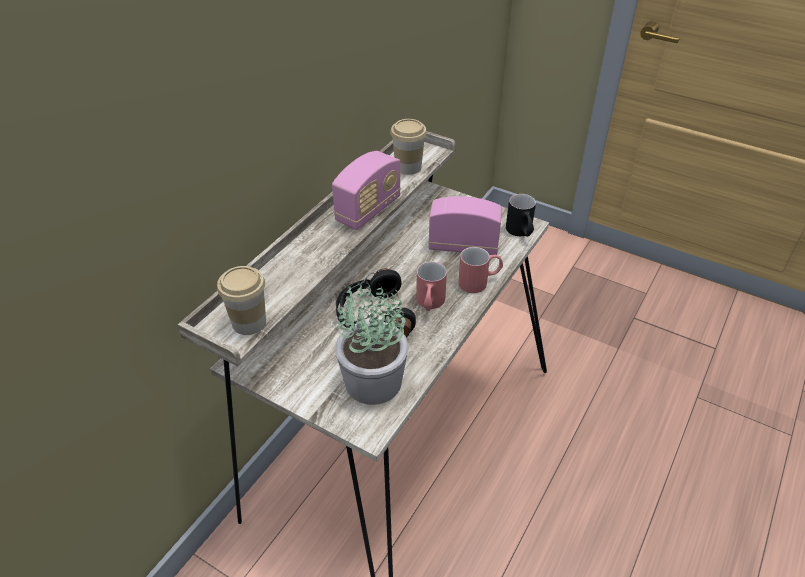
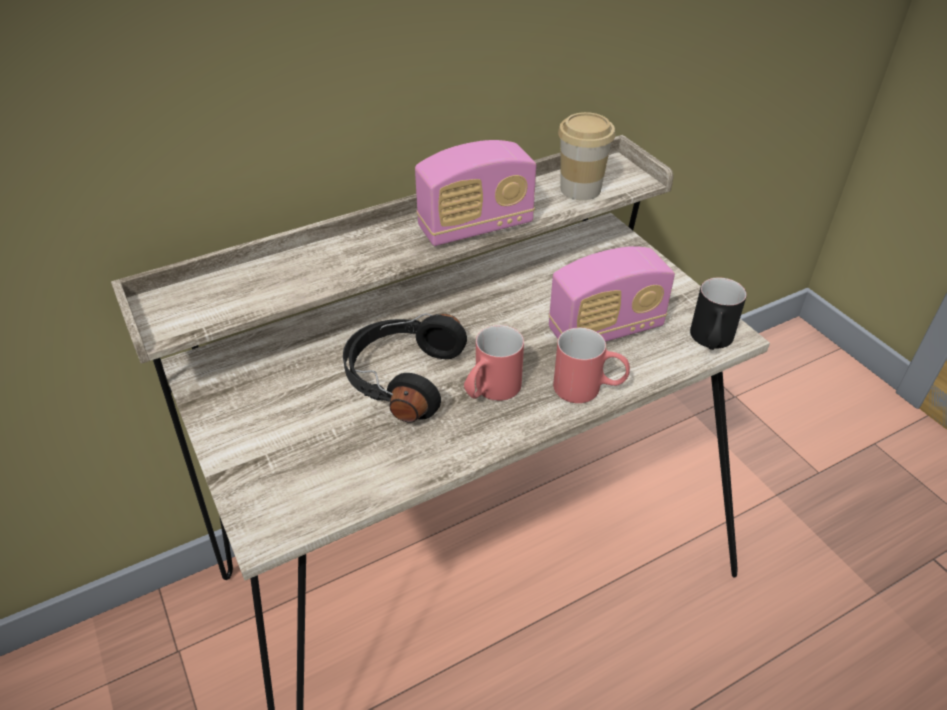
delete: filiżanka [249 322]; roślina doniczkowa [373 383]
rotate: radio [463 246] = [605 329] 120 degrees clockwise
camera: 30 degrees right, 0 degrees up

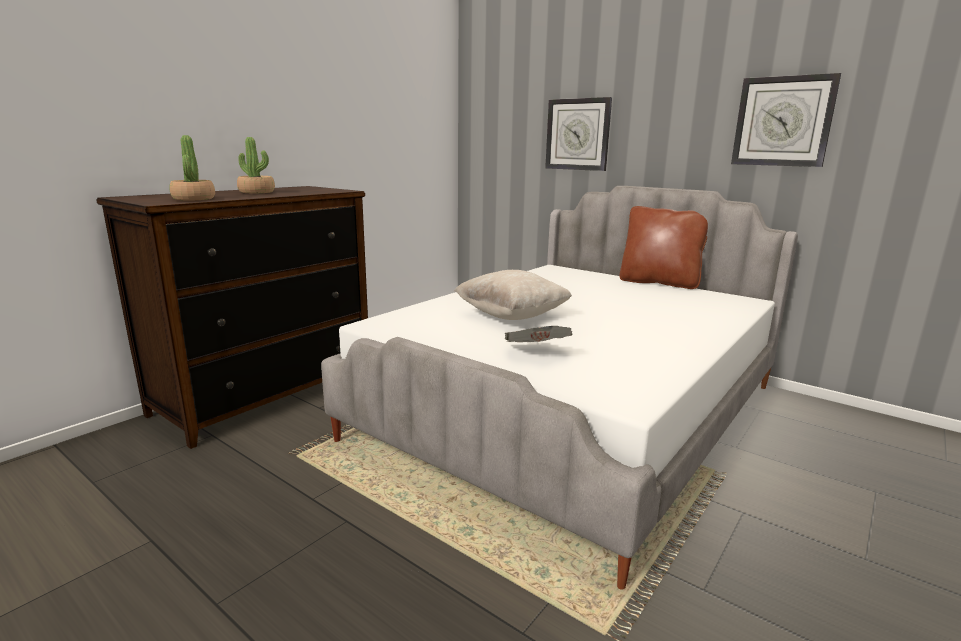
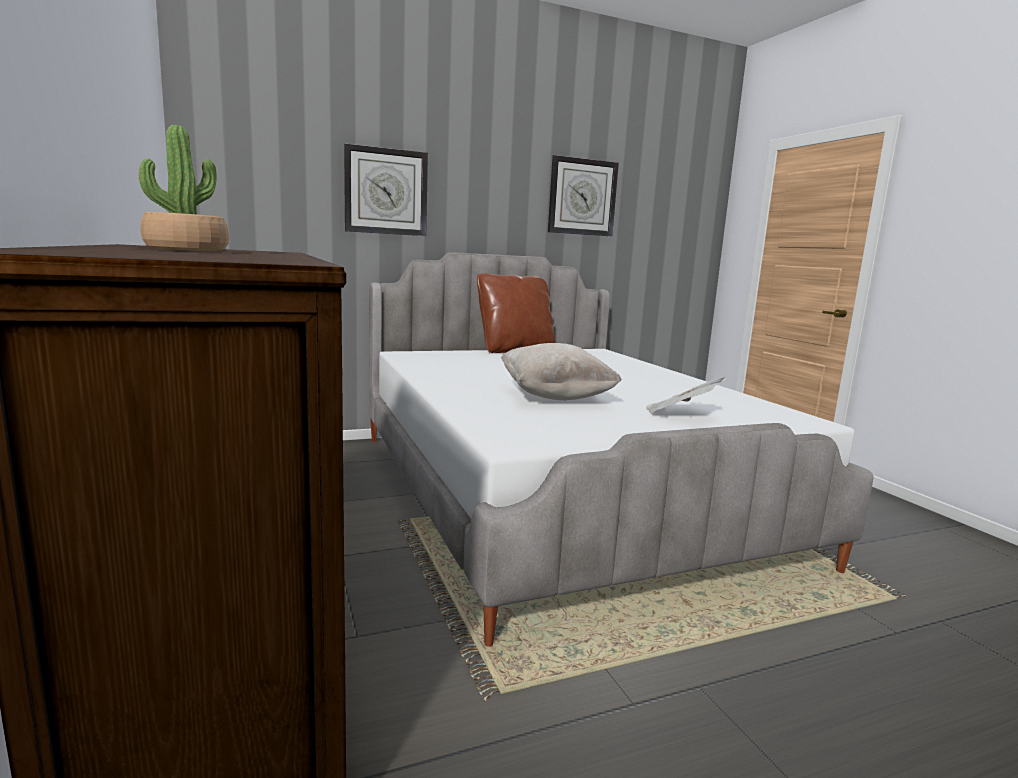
delete: roślina doniczkowa [193 198]
camera: 60 degrees left, 5 degrees down

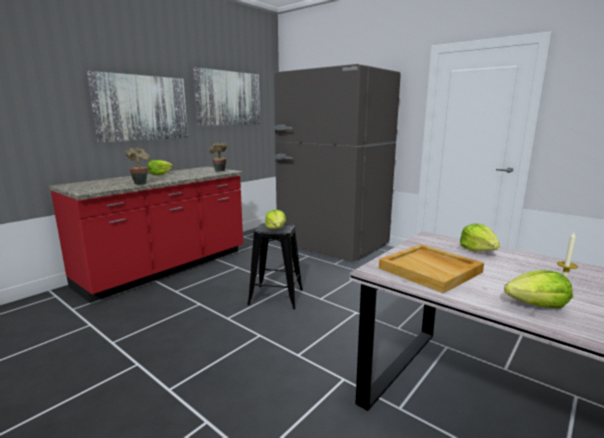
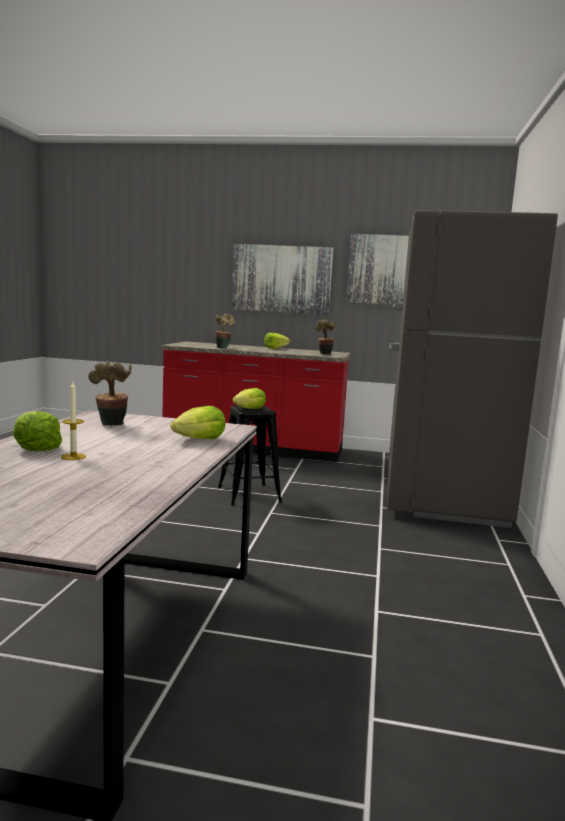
replace: taca/beżowy [431 270] to roślina doniczkowa [111 425]
camera: 60 degrees right, 5 degrees down

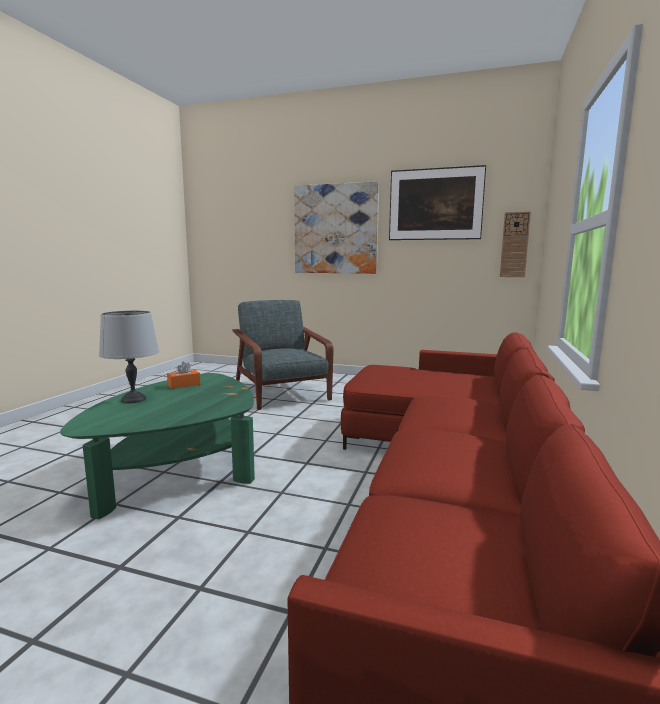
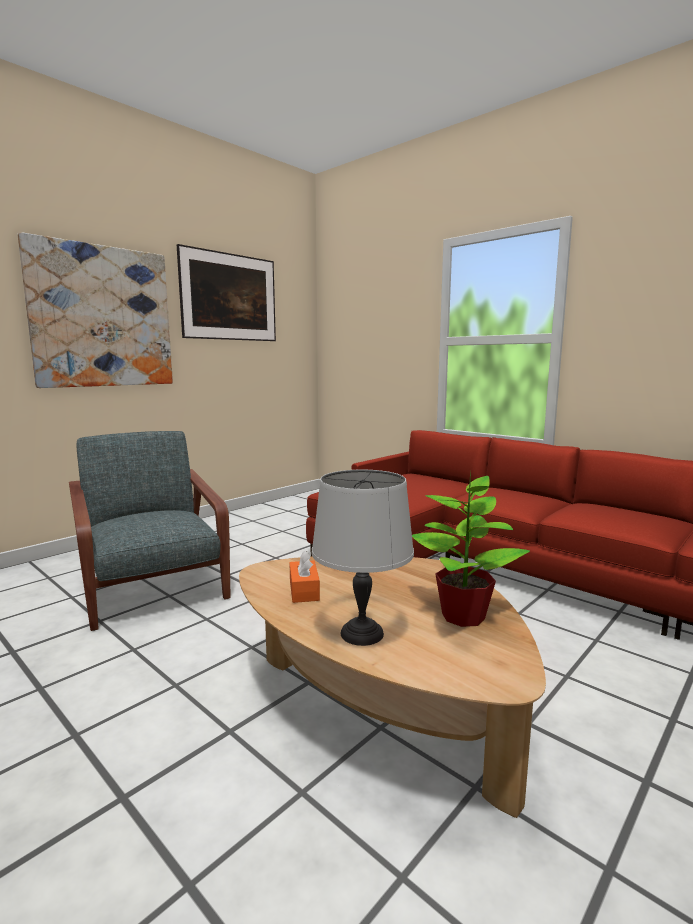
delete: zegar ścienny [514 245]
insert: roślina doniczkowa [463 615]
recolor: ława/zielony [180 469] to ława/brązowy [382 710]
rotate: fotel/szary [281 393] = [152 585] 60 degrees clockwise
camera: 65 degrees left, 0 degrees up

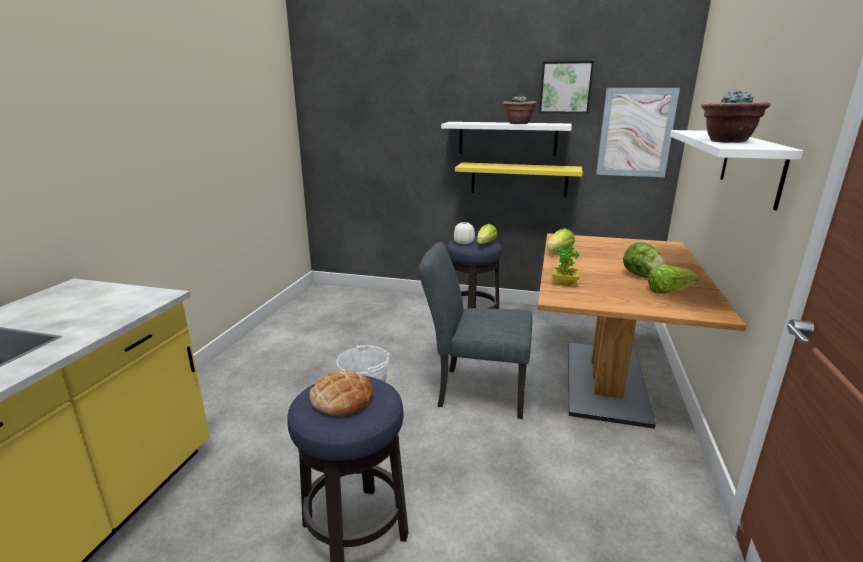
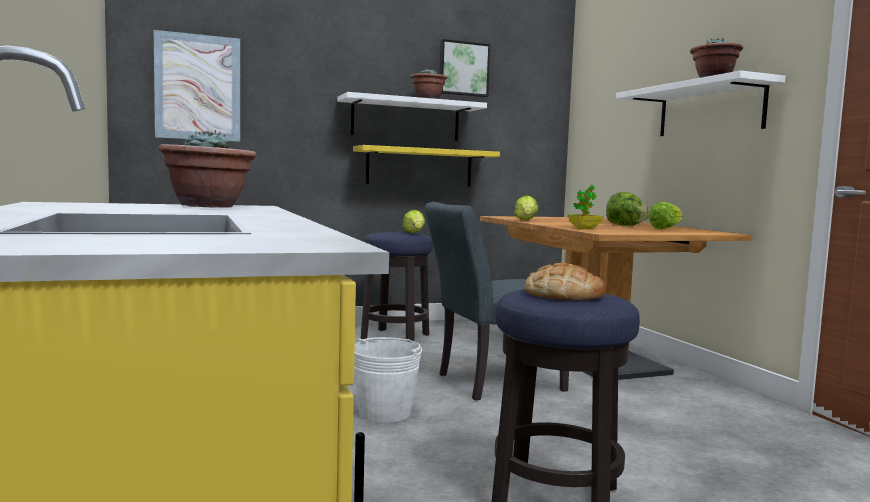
delete: wazon/biały [463 242]
insert: roślina doniczkowa [209 206]
move: obraz [635 133] to [198 87]
camera: 35 degrees left, 15 degrees down

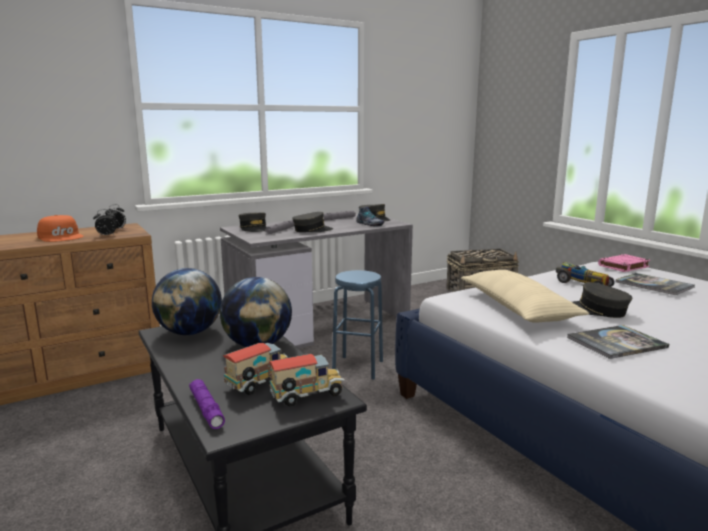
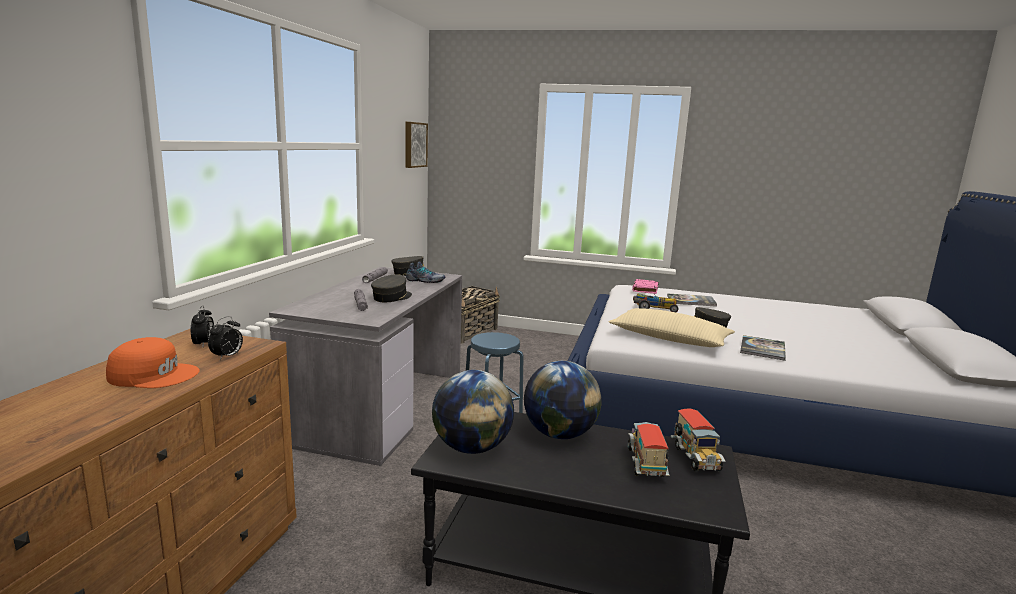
delete: latarka/fioletowy [206 409]; czapka z daszkiem/szary [254 228]
insert: obraz [414 144]
rotate: ciężarówka zabawkowa [307 396] = [695 458] 150 degrees clockwise
camera: 45 degrees left, 0 degrees up

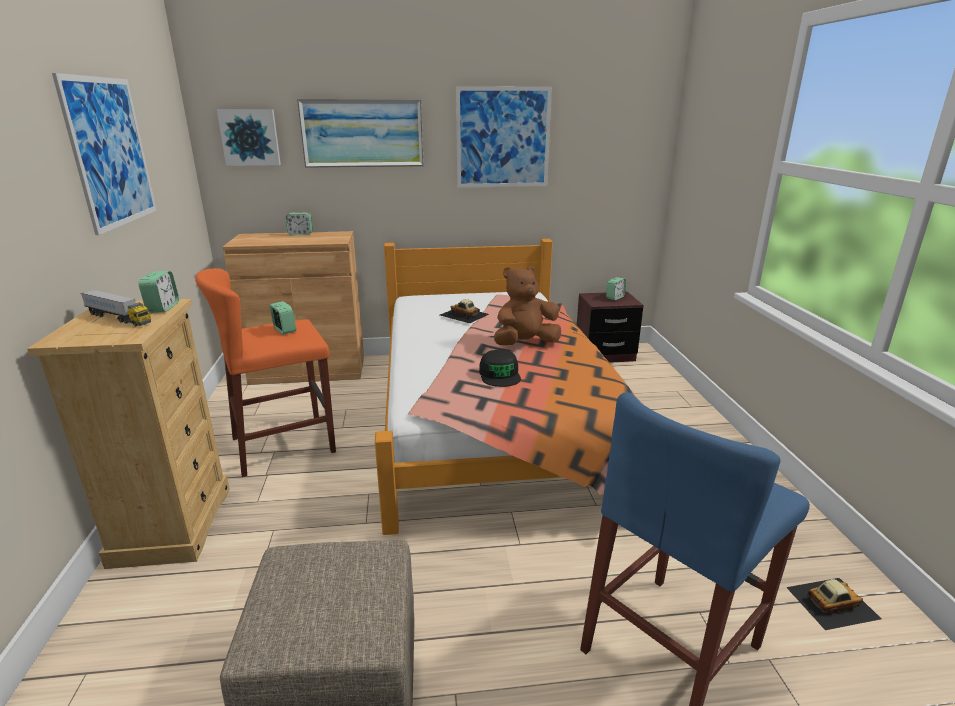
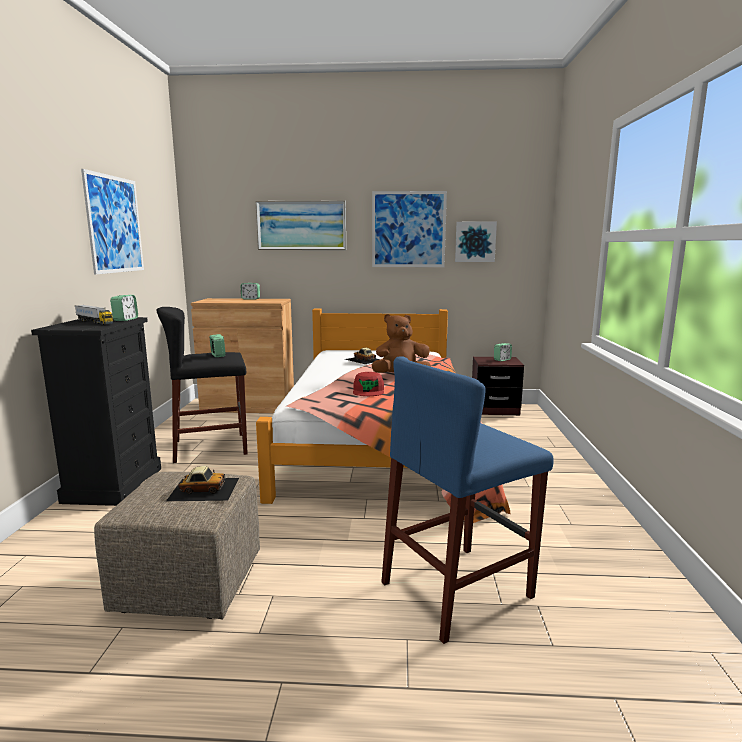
move: obraz [250 137] to [475 241]; samochodzik [831 602] to [203 489]
recolor: komoda/beżowy [172 524] to komoda/czarny [113 485]; stołek/pomarańczowy [283 445] to stołek/czarny [210 447]; czapka z daszkiem/czarny [500 375] to czapka z daszkiem/czerwony [368 390]
camera: 10 degrees right, 10 degrees down

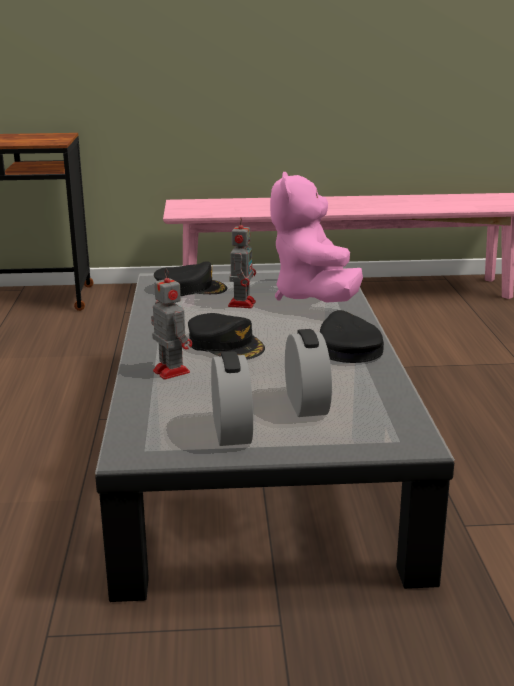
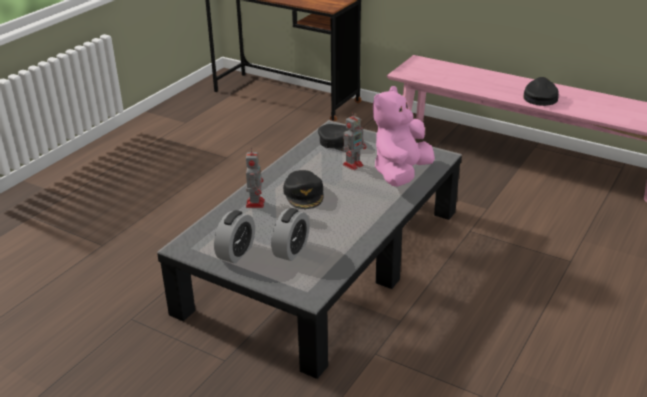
move: czapka z daszkiem/czarny [346 349] to [540 97]
camera: 35 degrees right, 10 degrees up

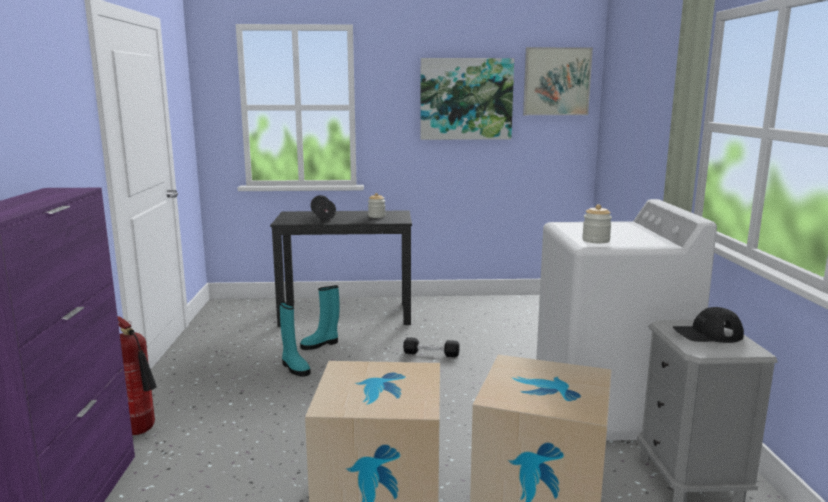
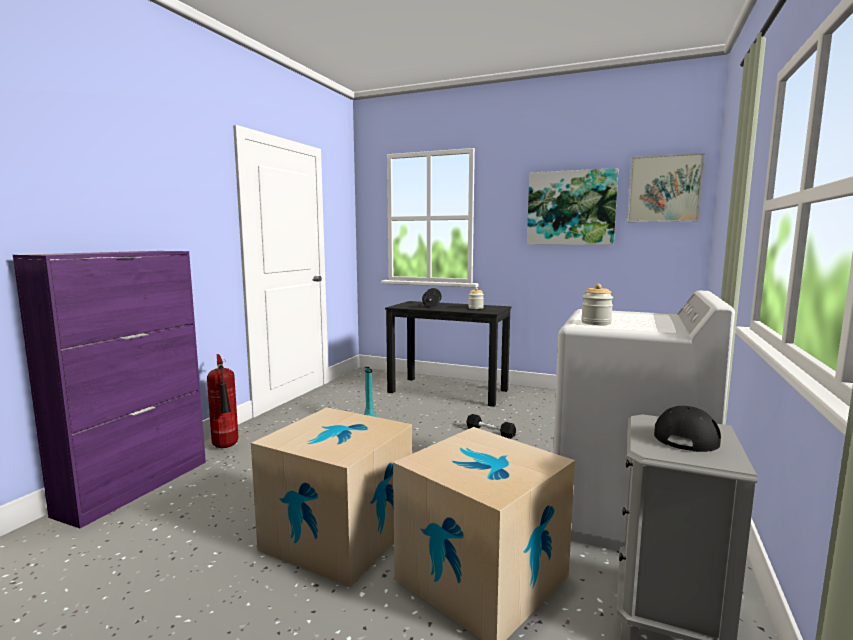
delete: but z cholewką/turkusowy [320 344]
rotate: czapka z daszkiem/czarny [707 334] = [688 436] 105 degrees clockwise
camera: 25 degrees right, 5 degrees down

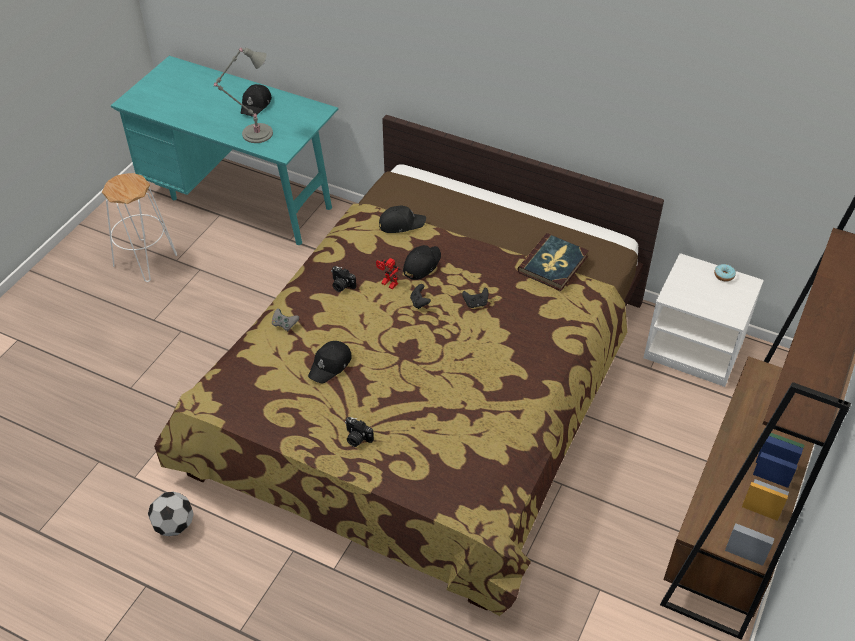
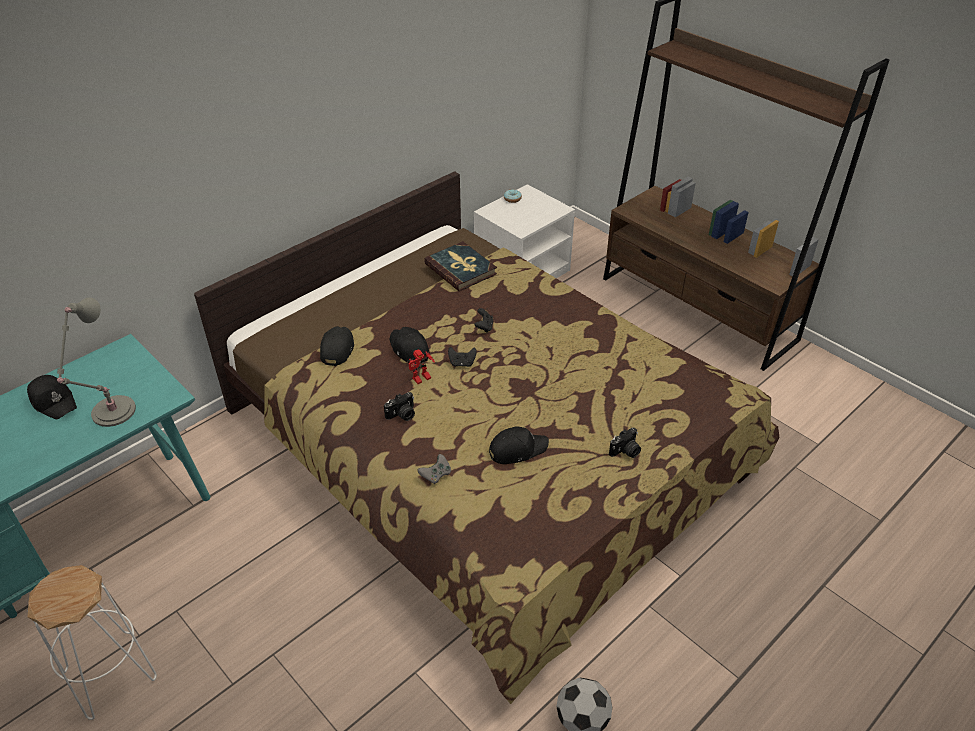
rotate: czapka z daszkiem/czarny [330 365] = [517 449] 75 degrees counterclockwise
camera: 70 degrees left, 5 degrees down

